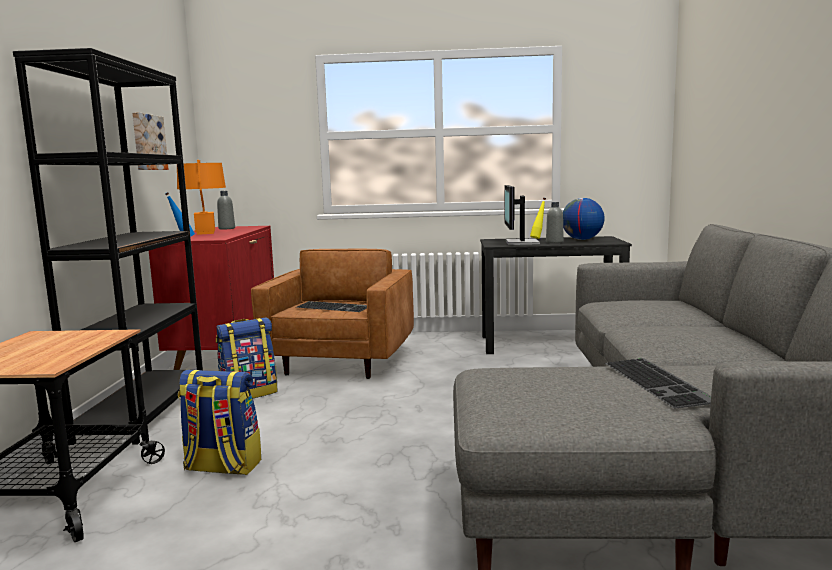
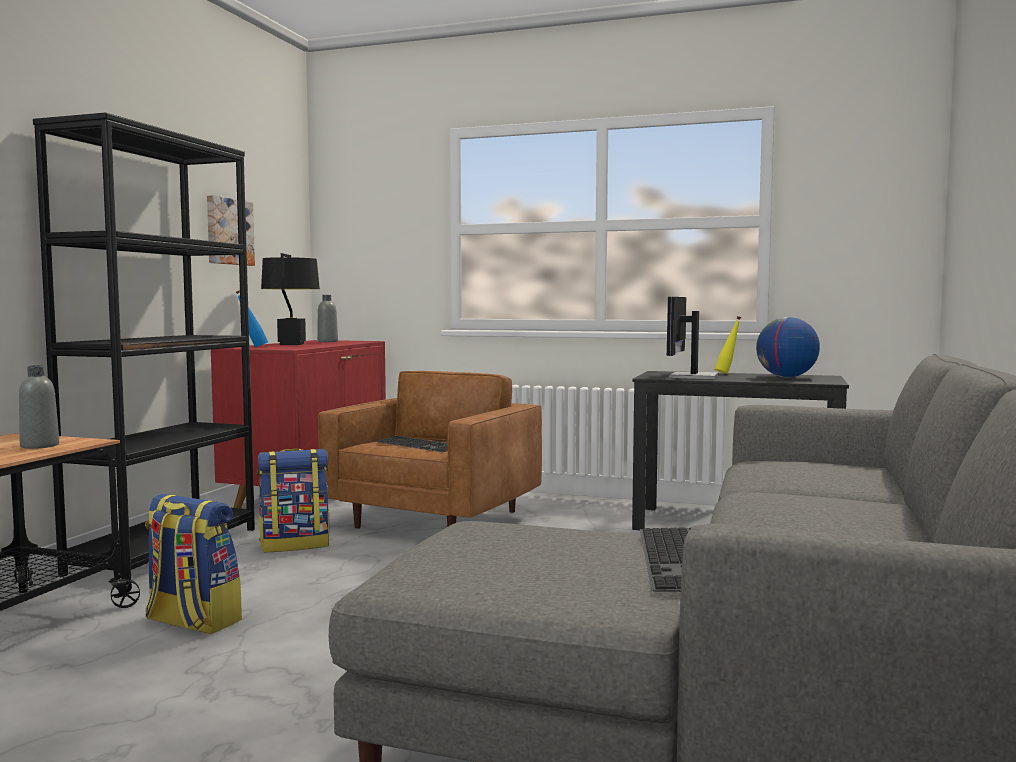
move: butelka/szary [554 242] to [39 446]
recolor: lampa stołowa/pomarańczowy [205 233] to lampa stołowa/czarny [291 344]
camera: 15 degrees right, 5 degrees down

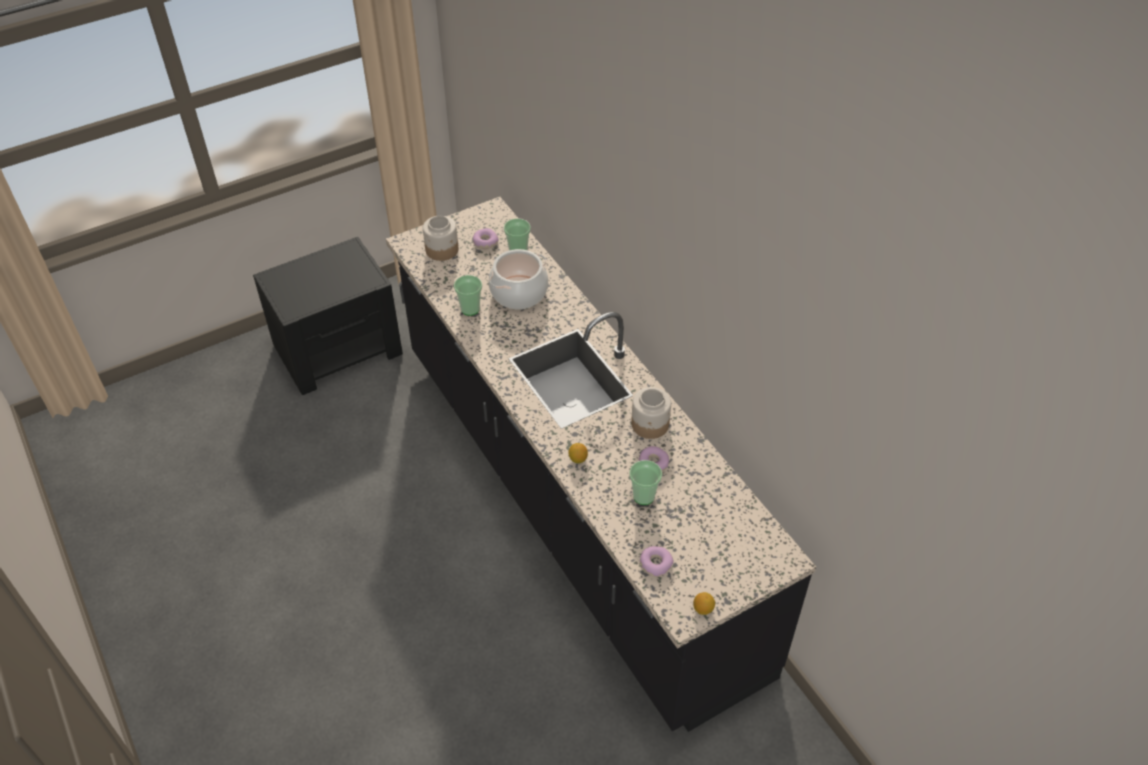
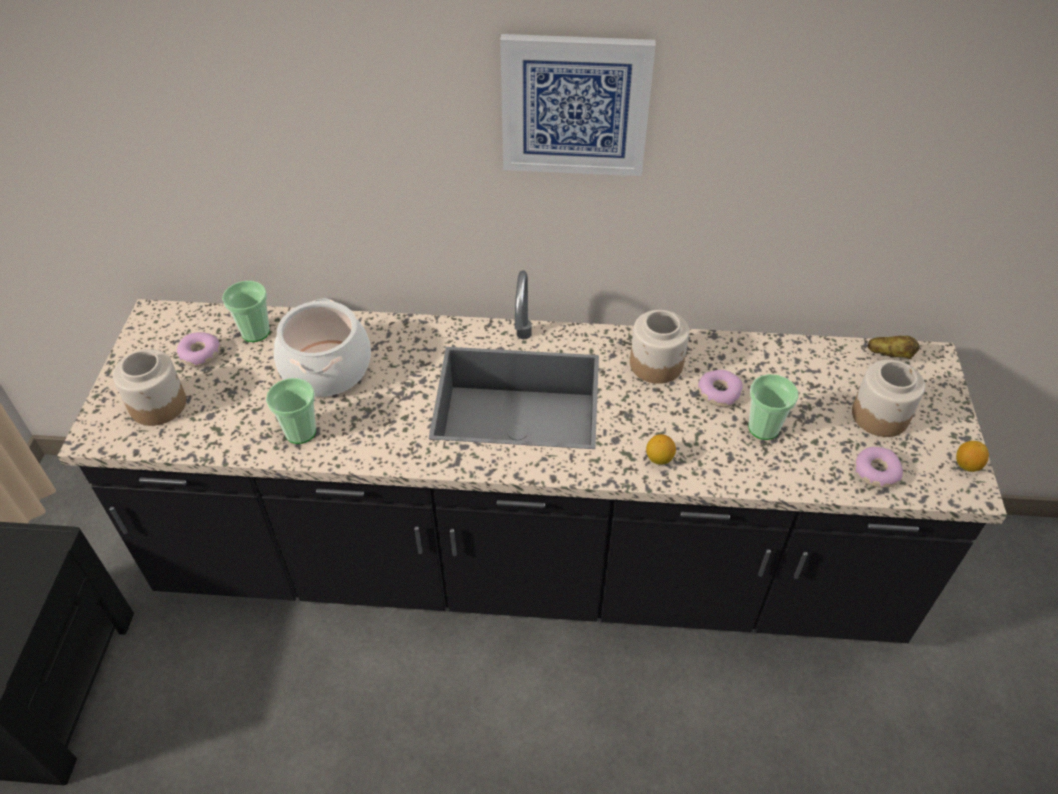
insert: obraz [575 105]; słoik [880 415]; ziemniak [889 355]
camera: 55 degrees left, 0 degrees up

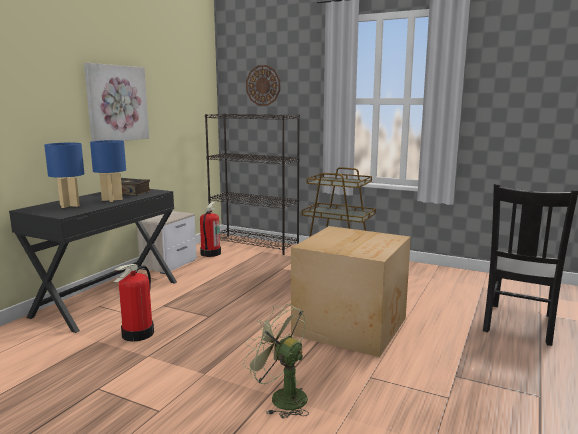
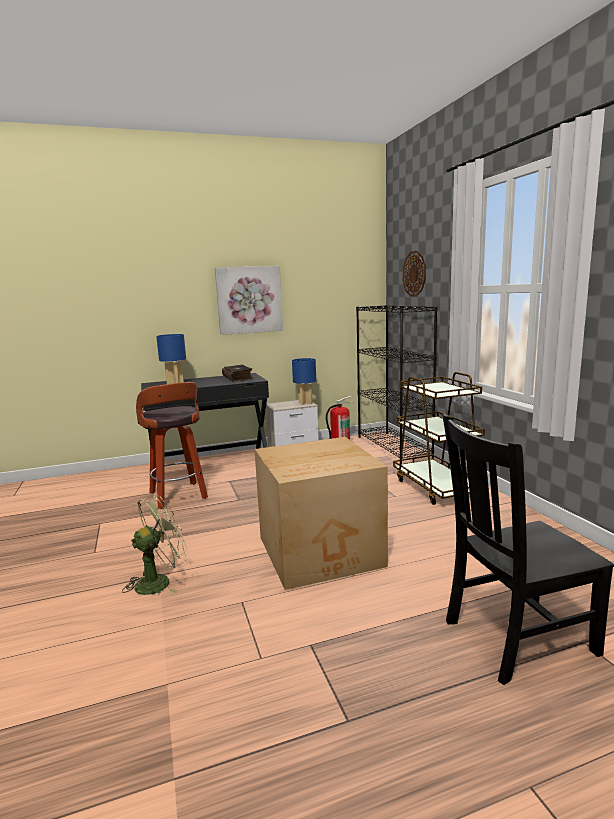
move: lampa stołowa/niebieski [112 200] to [305 403]
replace: gaśnica [138 334] to stołek [179 496]
rotate: wentylator/zielony [281 397] = [159 581] 60 degrees clockwise
camera: 45 degrees right, 0 degrees up

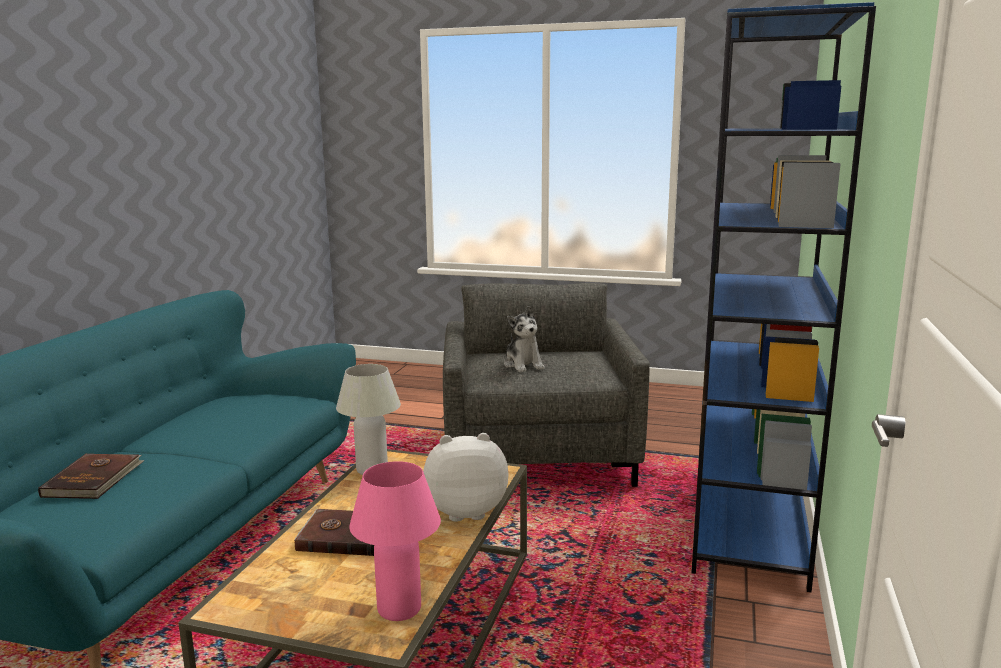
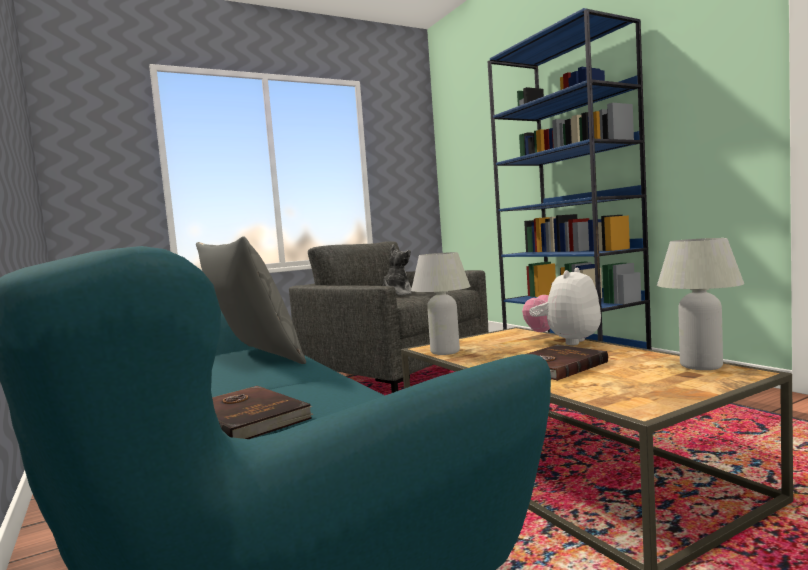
insert: poduszka/szary [253 358]
recolor: lampa stołowa/różowy [399 609] to lampa stołowa/biały [701 366]
rotate: pluszak [523 365] = [396 294] 90 degrees counterclockwise
camera: 45 degrees left, 10 degrees down

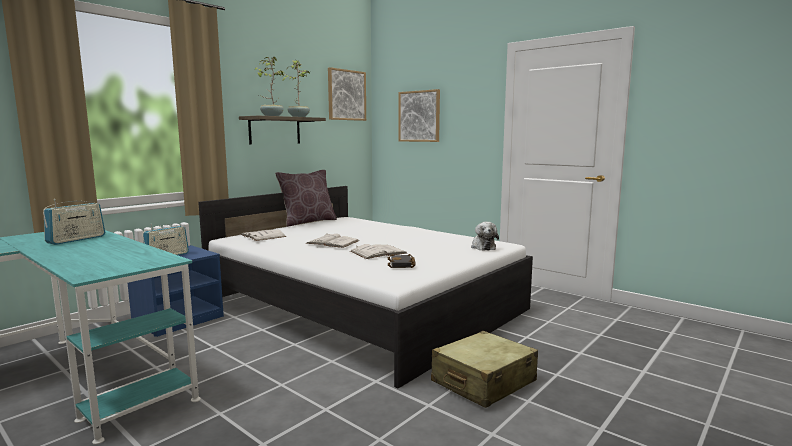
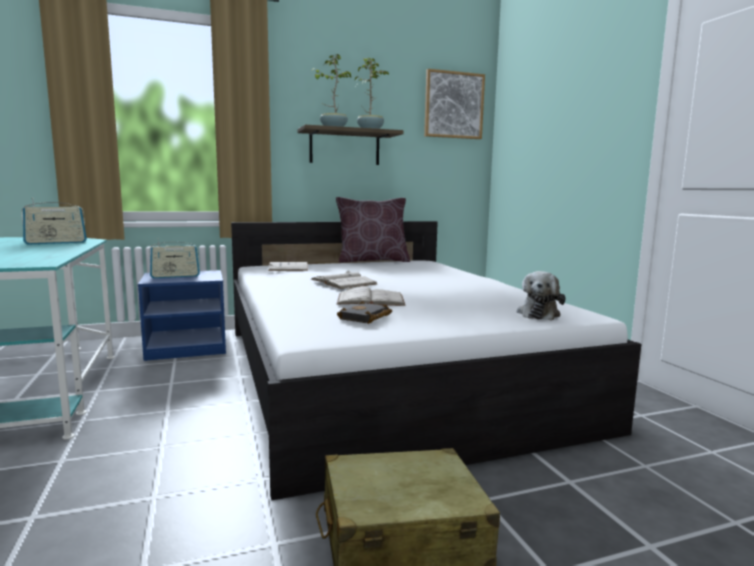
delete: obraz [419 116]
camera: 30 degrees right, 0 degrees up

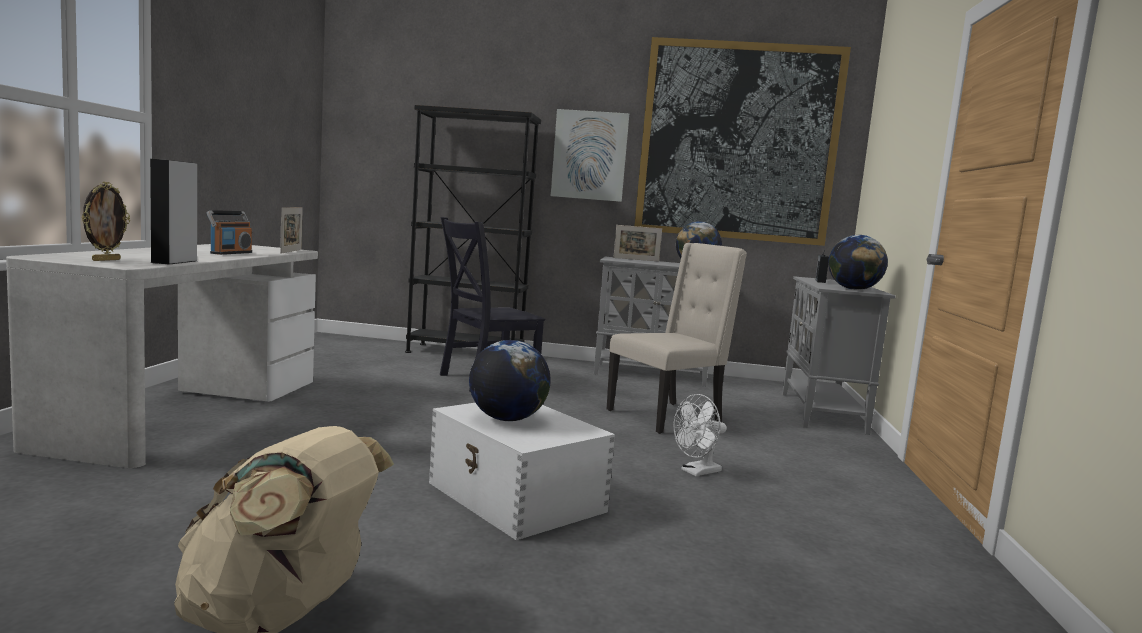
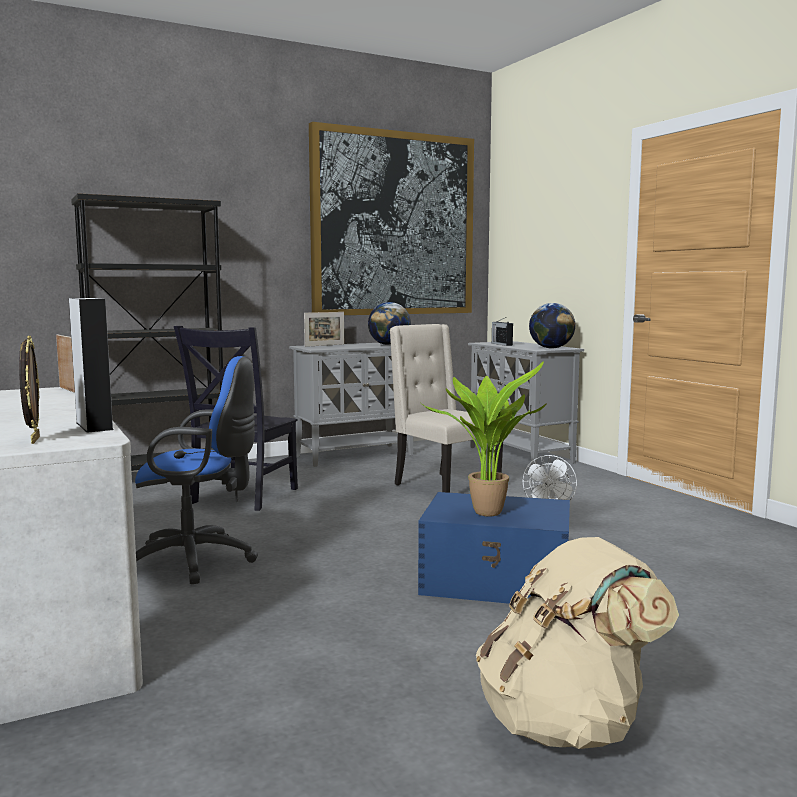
delete: radio [231 253]; obraz [589 155]
insert: krzesło biurowe/niebieski [198 561]
replace: globus [507 419] to roślina doniczkowa [487 511]
recolor: pojemnik do przechowywania/biały [516 498] to pojemnik do przechowywania/niebieski [497 581]
rotate: krzesło/beżowy [666 417] = [443 487] 60 degrees counterclockwise
camera: 35 degrees left, 0 degrees up

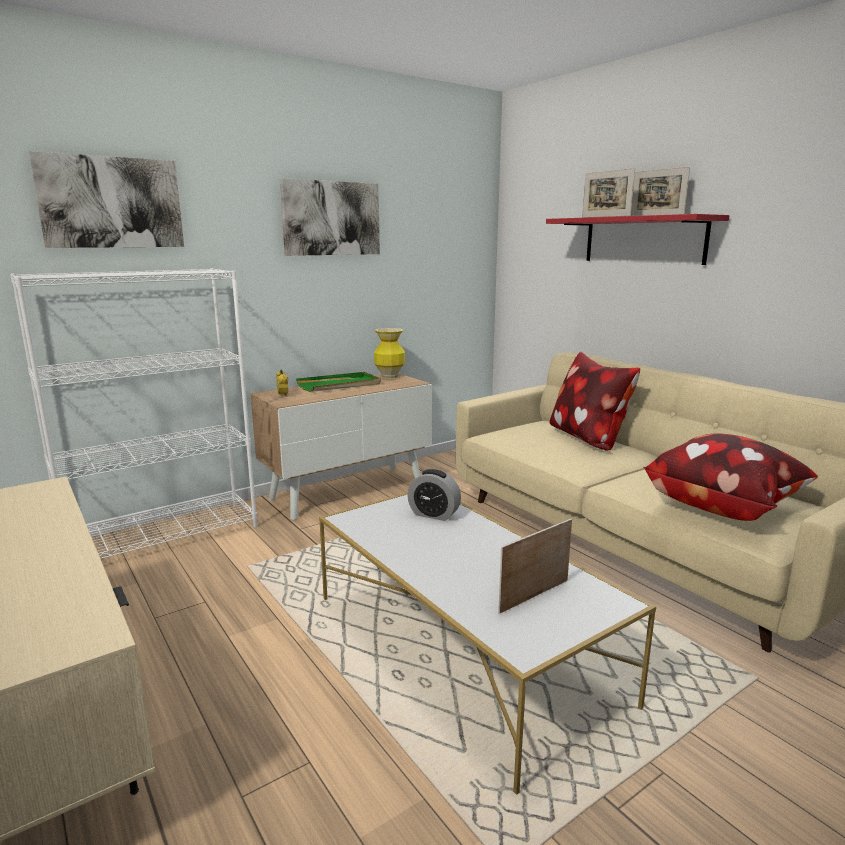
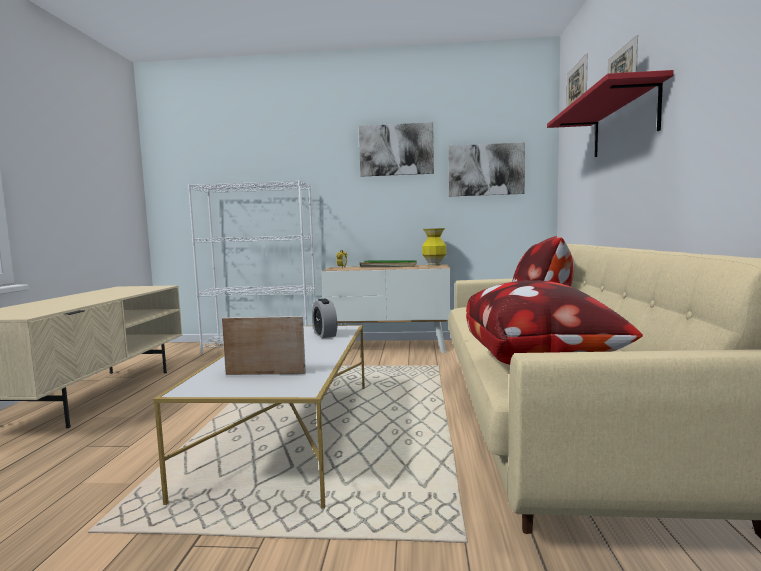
move: obraz [111 203] to [485 170]
camera: 40 degrees right, 10 degrees down

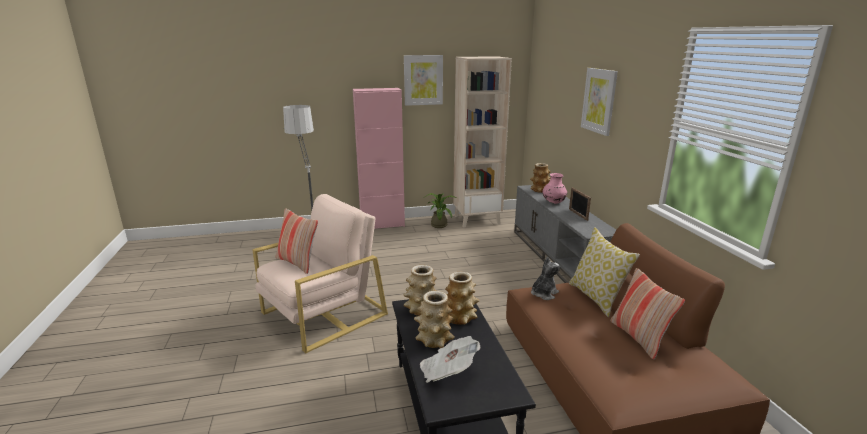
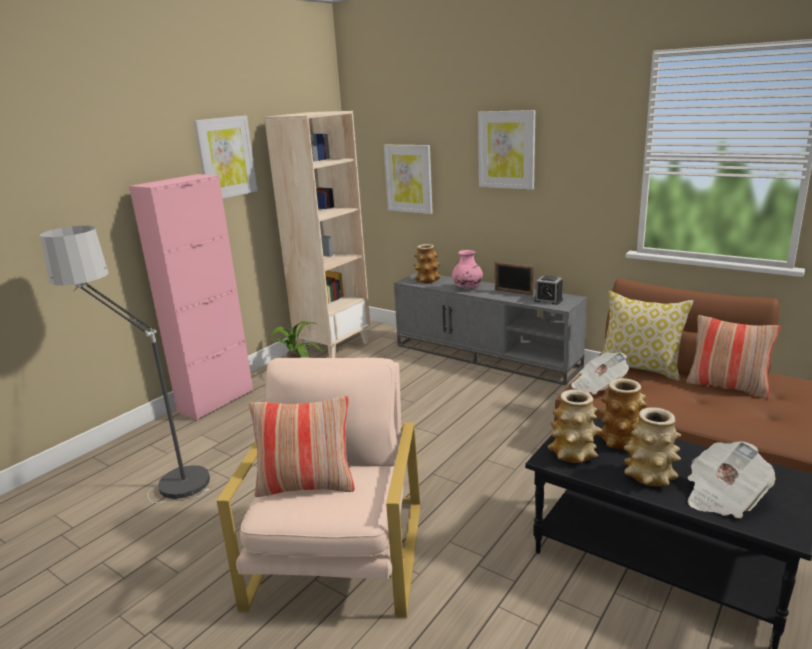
insert: obraz [408 178]; budzik [548 300]
replace: pluszak [543 294] to gazeta [598 385]
camera: 40 degrees left, 0 degrees up

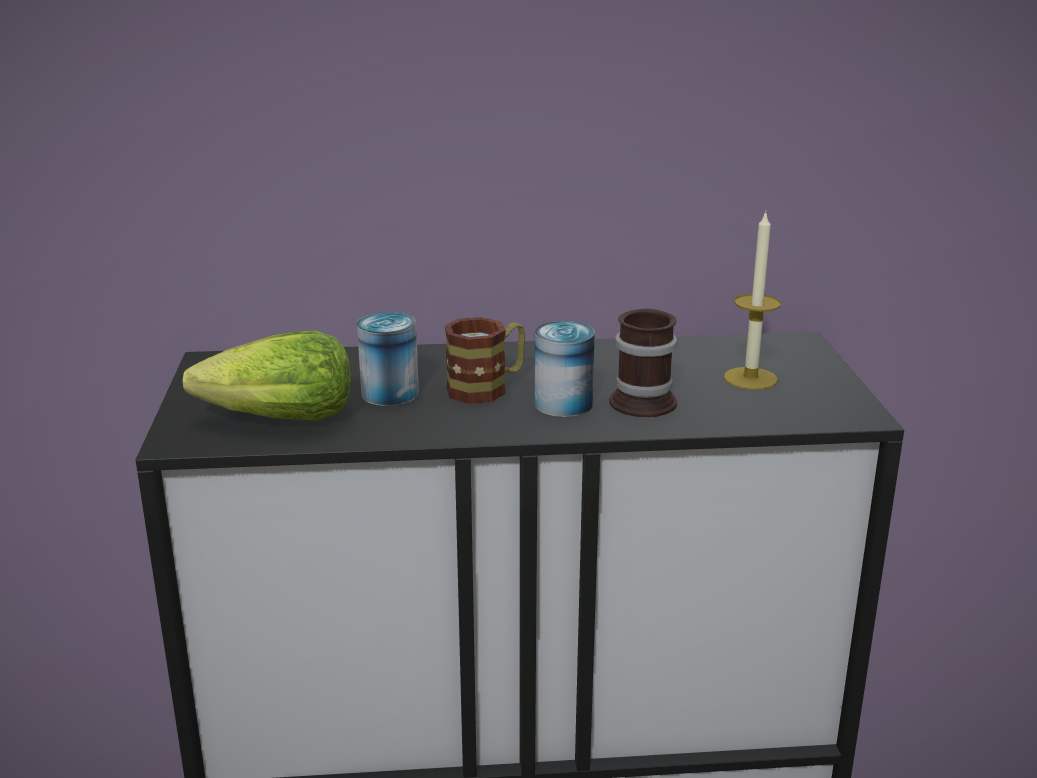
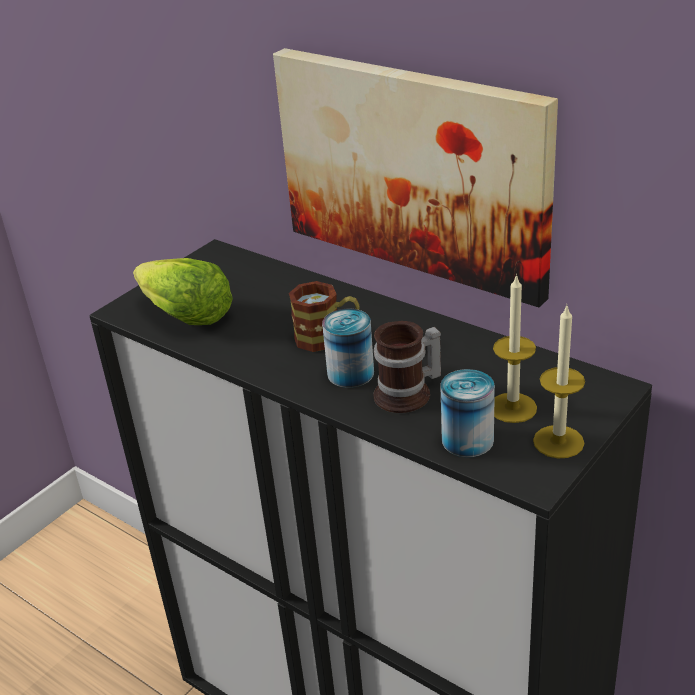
insert: obraz [413 170]; świeca [558 442]
move: puszka [390 393] to [467 440]
camera: 45 degrees right, 10 degrees up

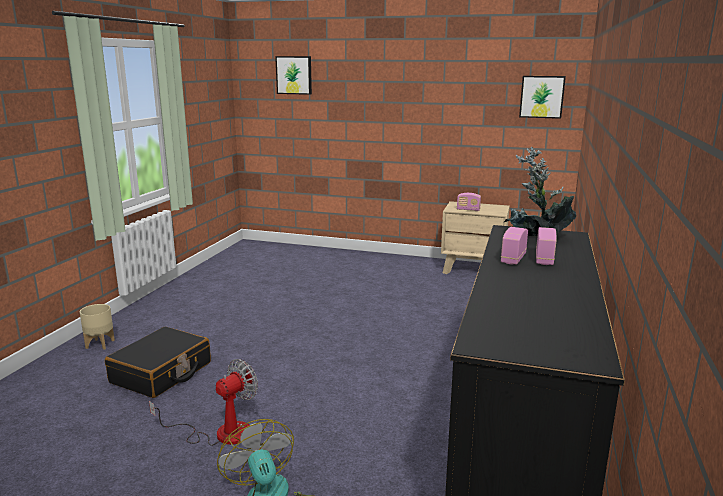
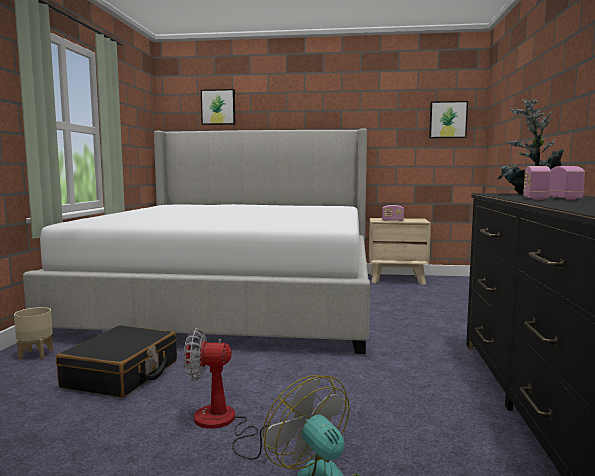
insert: łóżko [236 299]
rotate: wentylator [221 433] = [222 424] 120 degrees counterclockwise
camera: 10 degrees left, 10 degrees down

